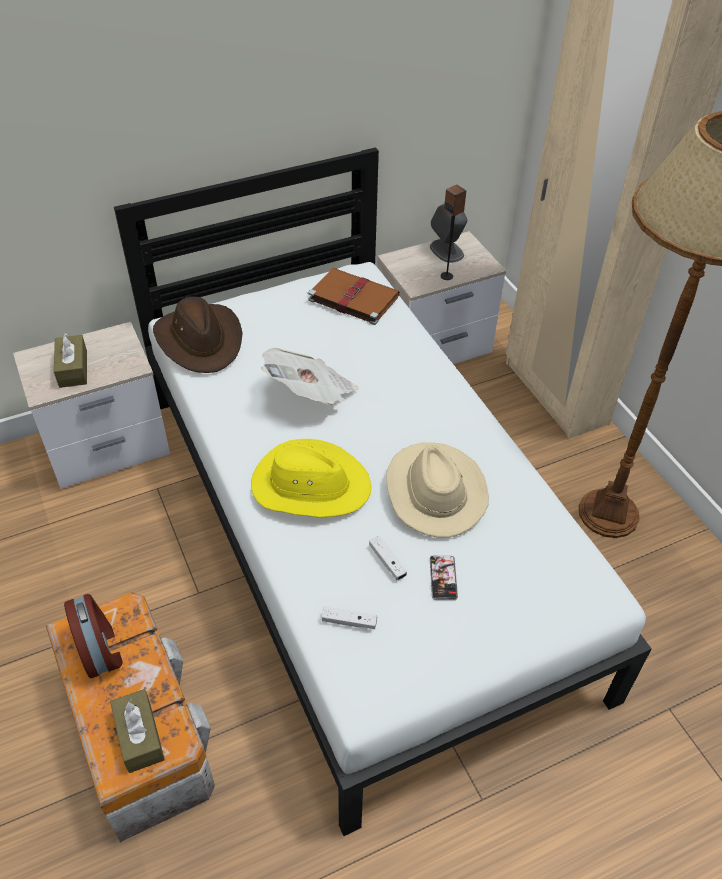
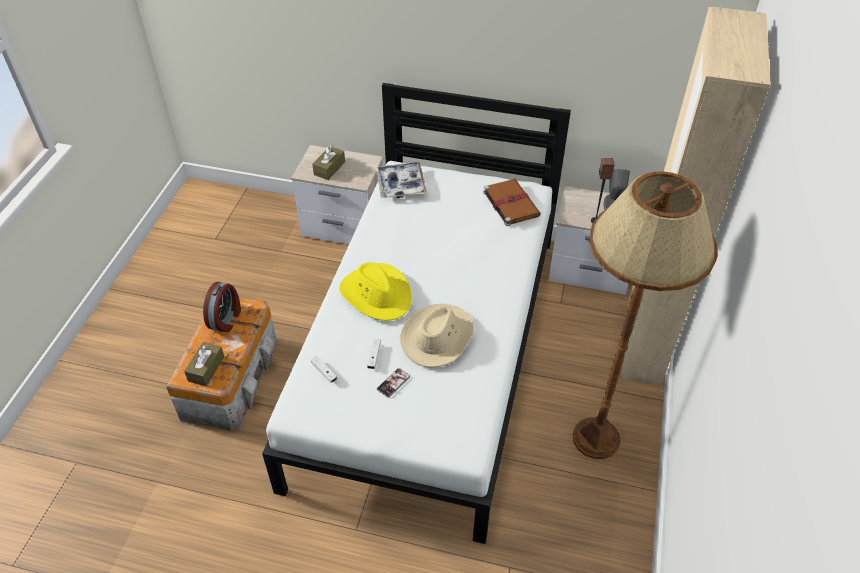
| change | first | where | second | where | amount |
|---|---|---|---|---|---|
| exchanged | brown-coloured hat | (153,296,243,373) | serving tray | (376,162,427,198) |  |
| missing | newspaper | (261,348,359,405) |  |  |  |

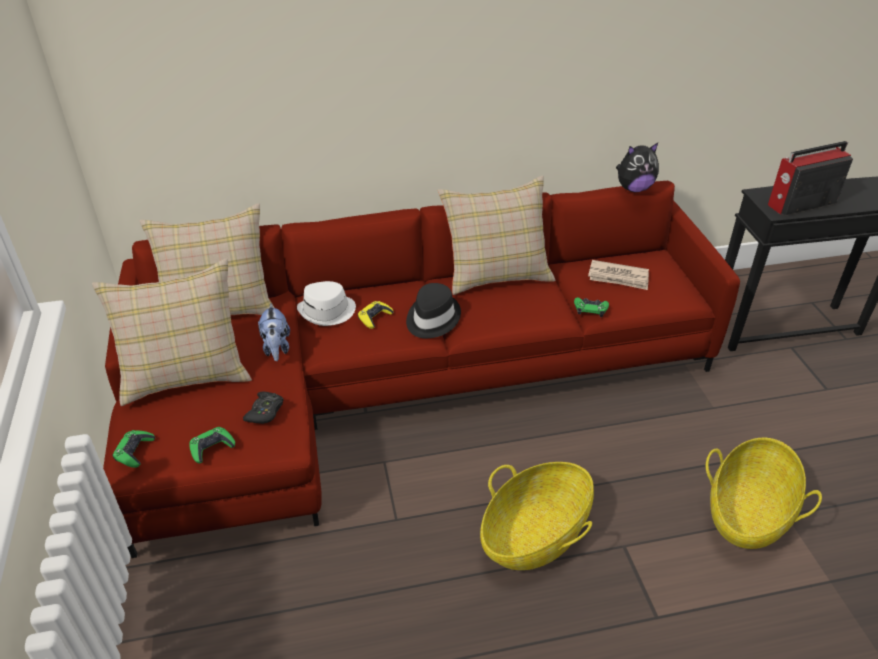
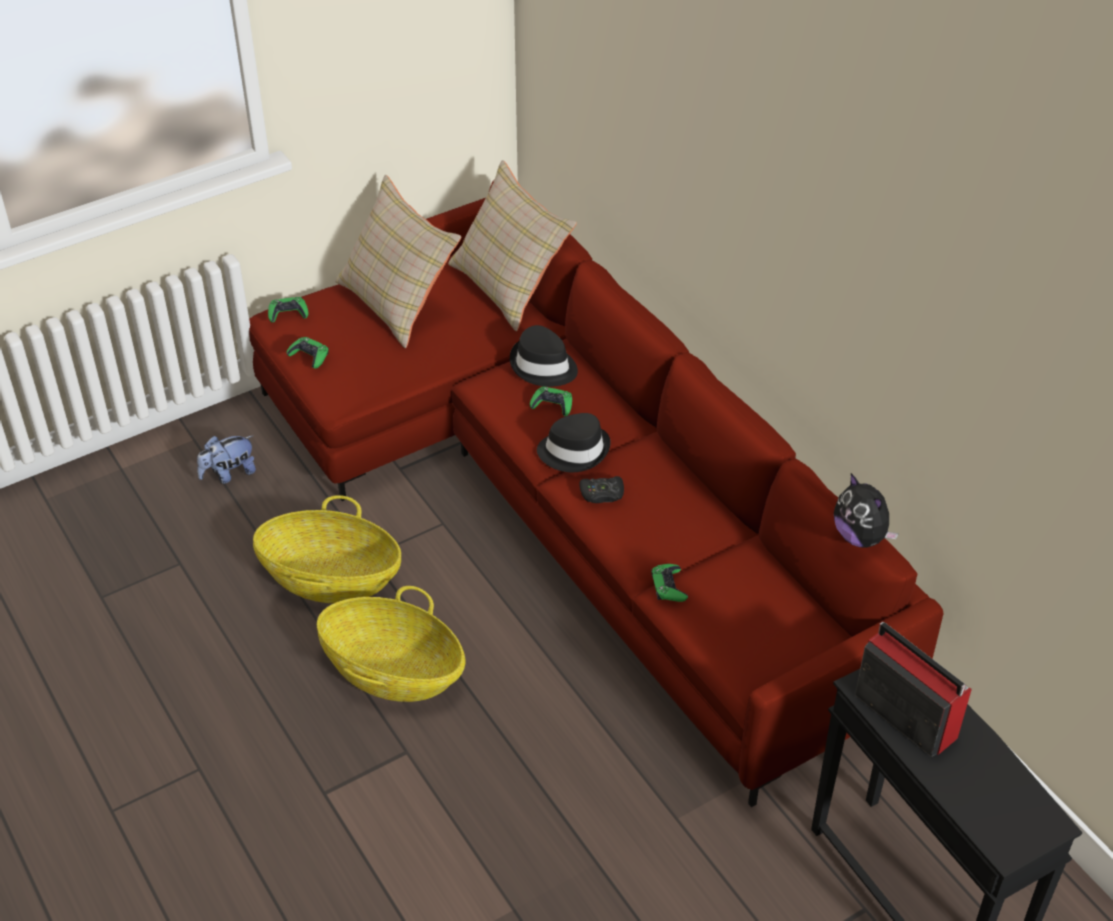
| change | first | where | second | where | amount |
|---|---|---|---|---|---|
| missing | beige-coloured pillow | (438,176,556,295) |  |  |  |
| missing | newspaper | (588,260,649,290) |  |  |  |
| colour | whitish hat | (297,281,356,326) | black hat | (510,325,578,387) |  |
| colour | yellow-coloured gamepad | (358,301,393,329) | greenish gamepad | (530,387,572,416) |  |
| relocated | cuddly toy | (258,304,290,361) |  | (197,436,256,484) |  |
| relocated | black gamepad | (243,392,284,424) |  | (579,476,624,503) |  |
| relocated | basket | (706,438,822,549) |  | (253,495,401,603) |  |

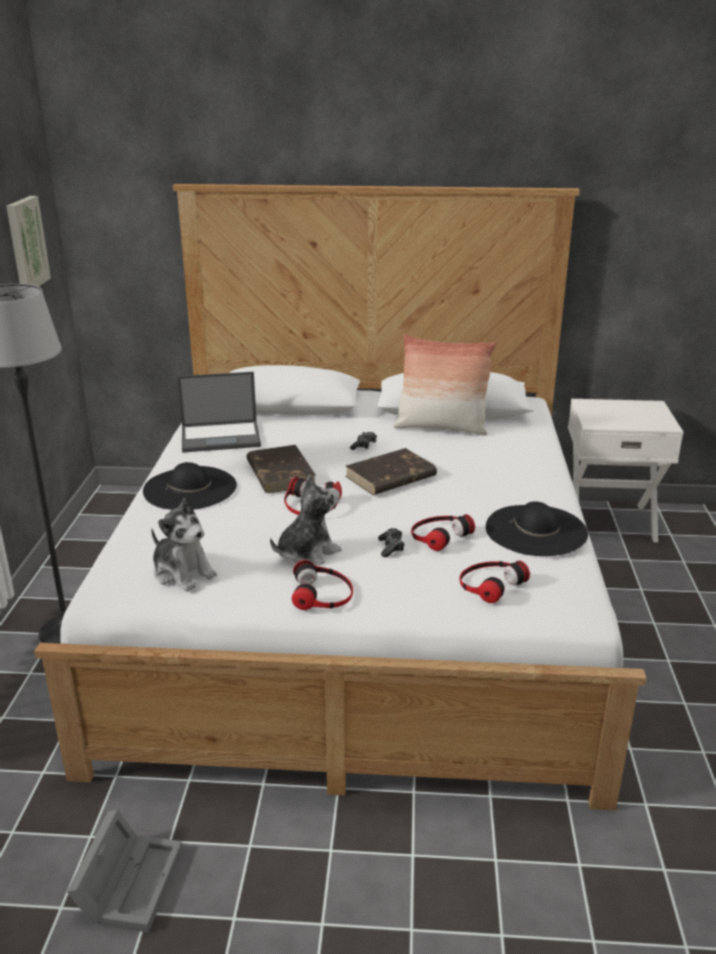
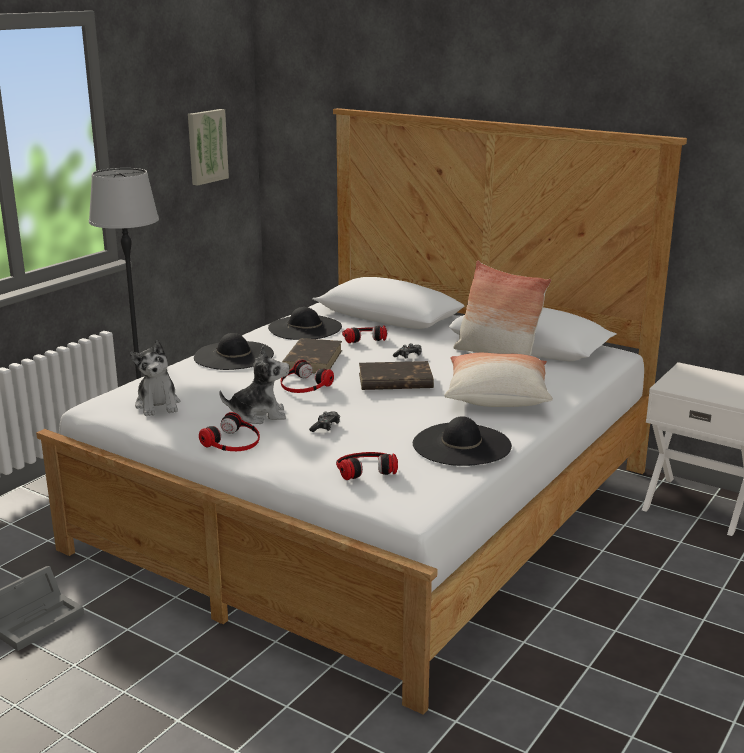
| change | first | where | second | where | amount |
|---|---|---|---|---|---|
| exchanged | notebook computer | (177,372,261,453) | black hat | (268,307,342,340) |  |
| relocated | headset | (411,514,475,551) |  | (342,325,387,343) |  |
| appeared |  |  | pillow | (444,353,553,407) |  |

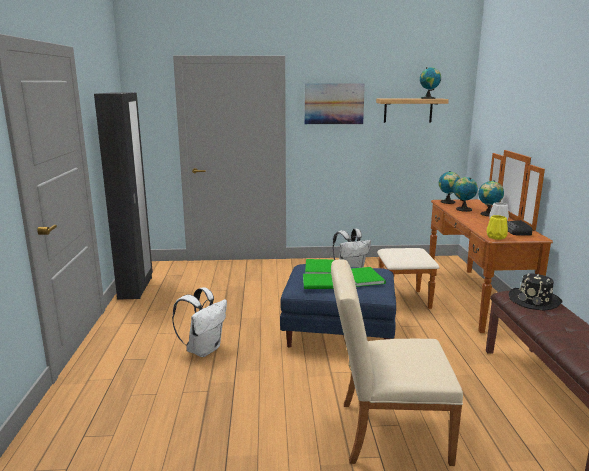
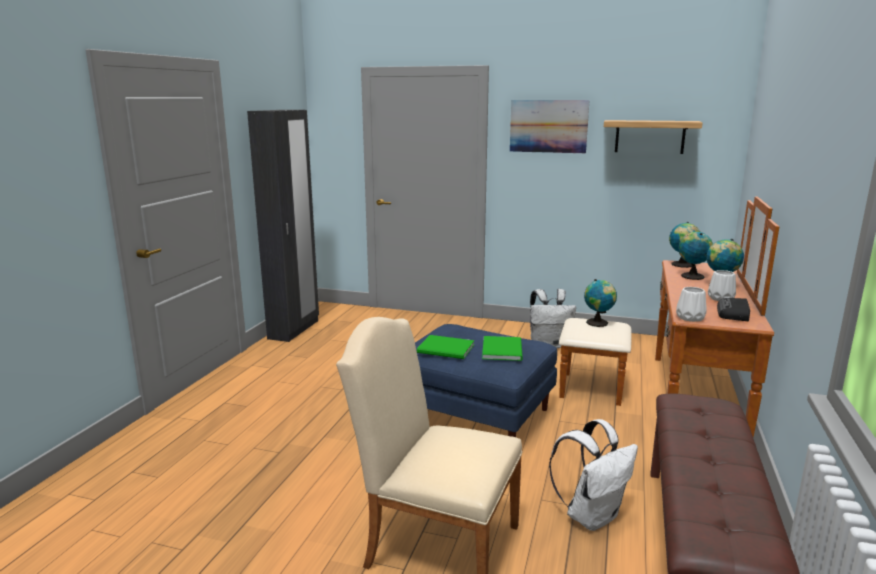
| change | first | where | second | where | amount |
|---|---|---|---|---|---|
| relocated | desk globe | (420,67,441,99) |  | (584,279,617,327) |  |
| colour | yellow-coloured flower vase | (487,215,508,240) | whitish flower vase | (676,287,707,322) |  |
| missing | greenish volume | (305,259,334,274) |  |  |  |
| missing | black hat | (509,273,563,311) |  |  |  |
| relocated | whitish backpack | (172,287,227,357) |  | (549,419,638,531) |  |

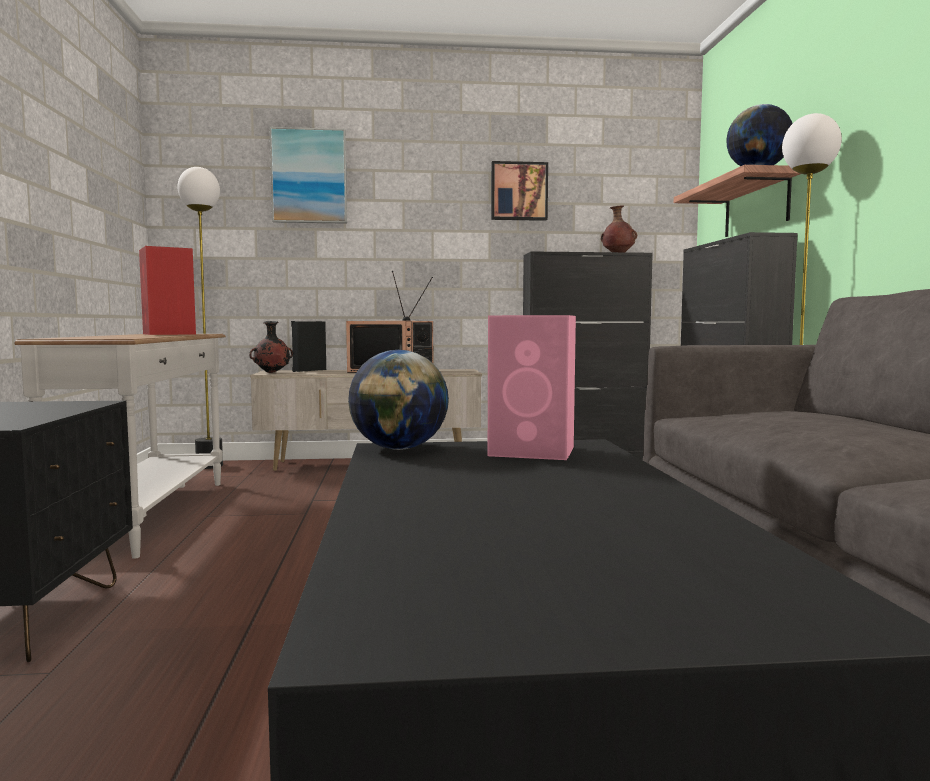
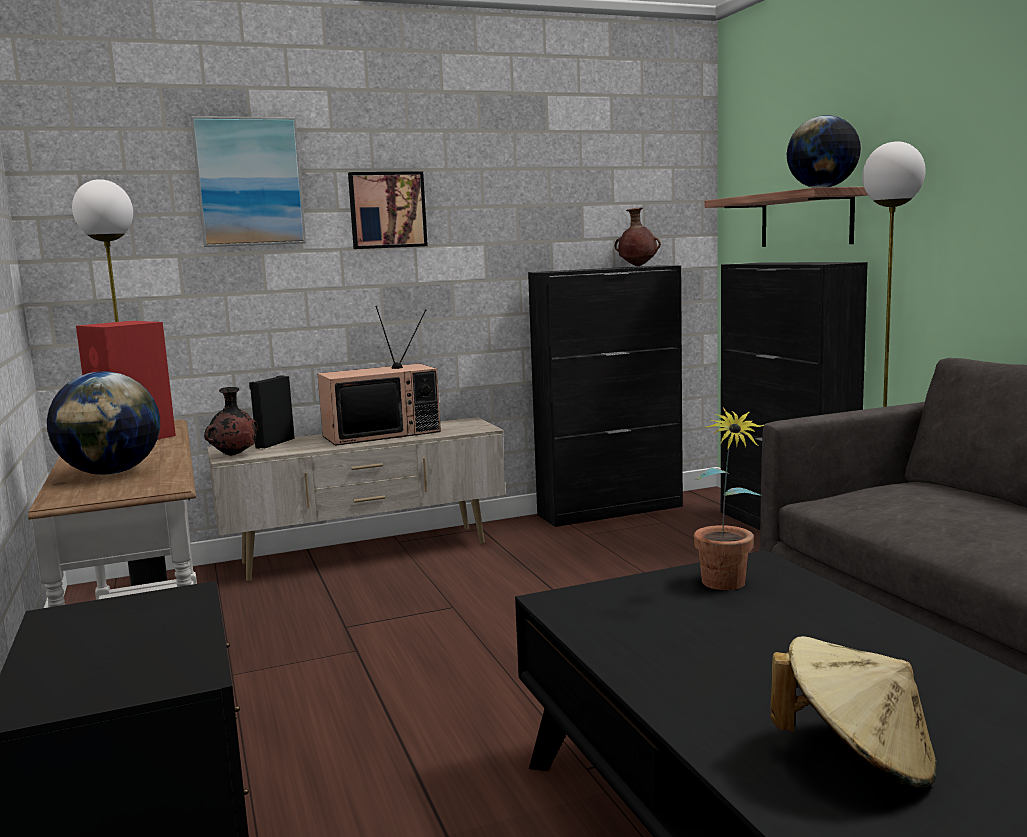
| change | first | where | second | where | amount |
|---|---|---|---|---|---|
| relocated | wall picture | (491,161,548,221) |  | (348,171,428,249) |  |
| exchanged | pinkish speaker | (488,315,576,460) | houseplant | (694,407,764,590) |  |
| relocated | desk globe | (348,350,449,450) |  | (47,371,160,475) |  |
| appeared |  |  | beige-coloured hat | (770,636,937,787) |  |

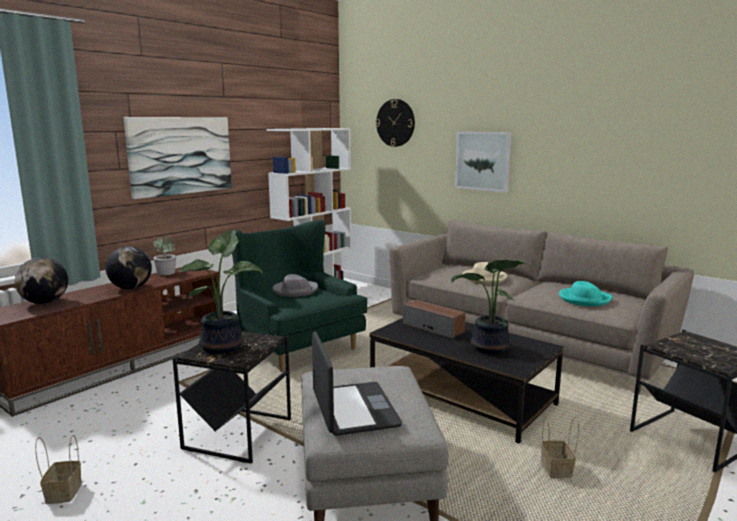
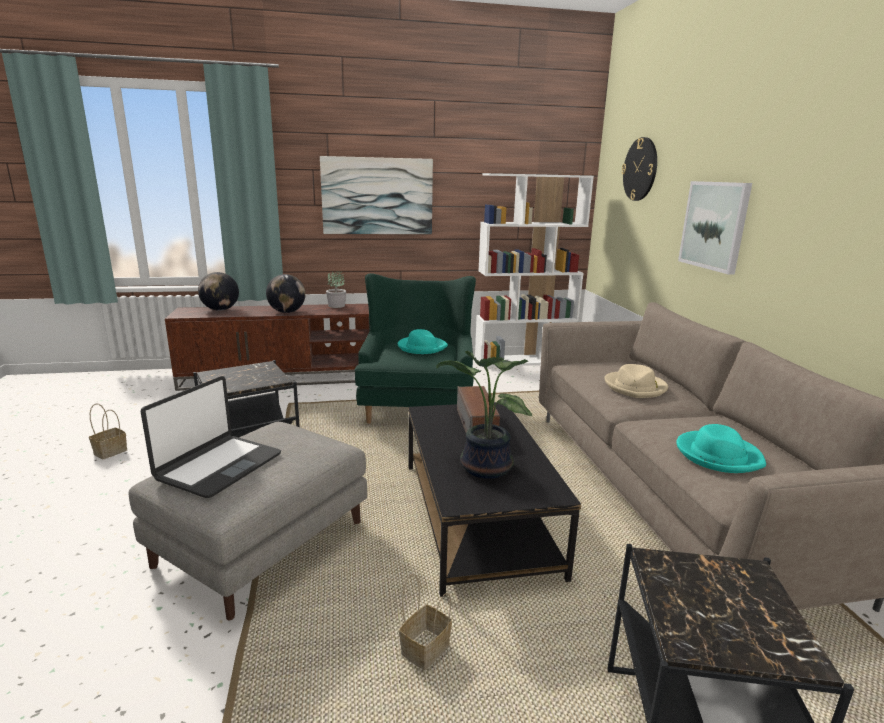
| change | first | where | second | where | amount |
|---|---|---|---|---|---|
| missing | houseplant | (179,230,263,354) |  |  |  |
| colour | gray hat | (273,274,318,297) | blue-green hat | (398,329,448,354) |  |

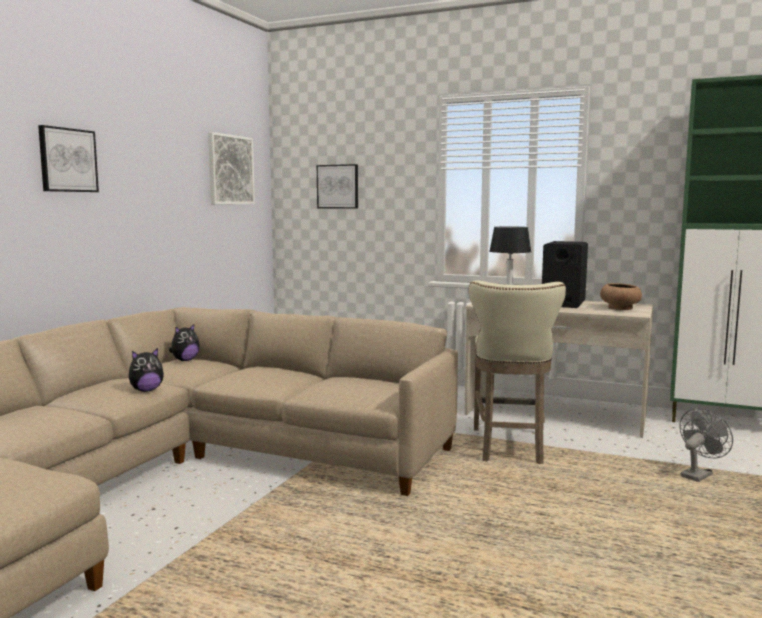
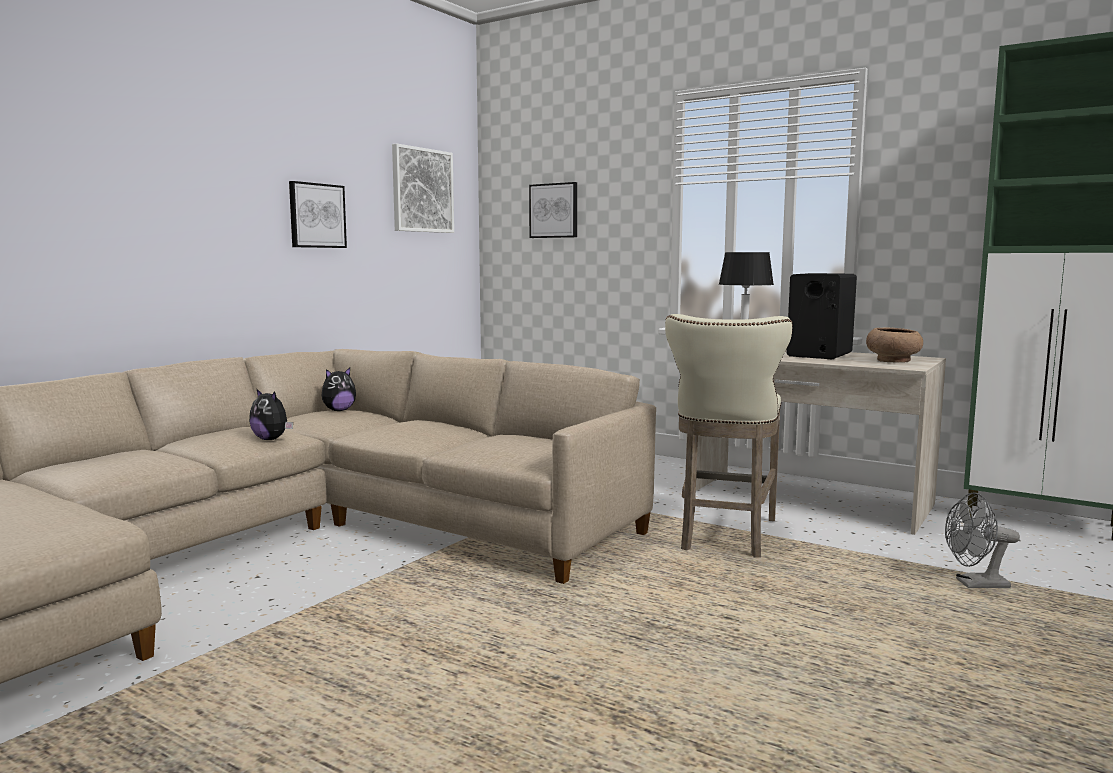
| change | first | where | second | where | amount |
|---|---|---|---|---|---|
| relocated | wall picture | (38,125,99,192) |  | (289,181,347,248) |  |
| spun | cuddly toy | (129,348,164,392) |  | (249,388,293,440) | 60 degrees clockwise |
| spun | gray fan | (679,408,733,482) |  | (945,493,1020,588) | 150 degrees counterclockwise |

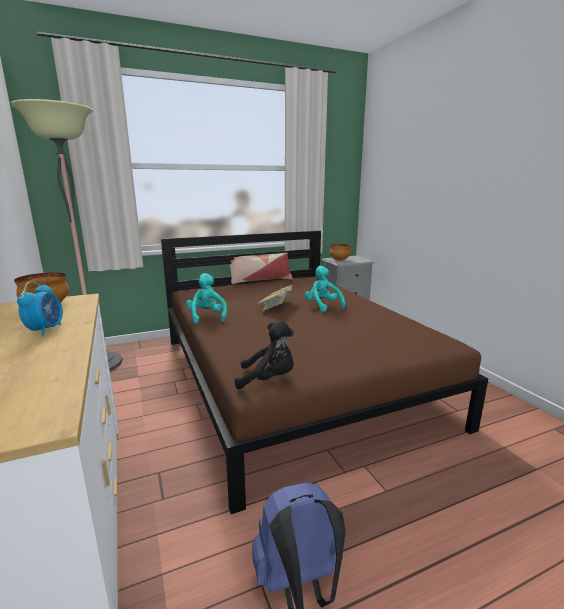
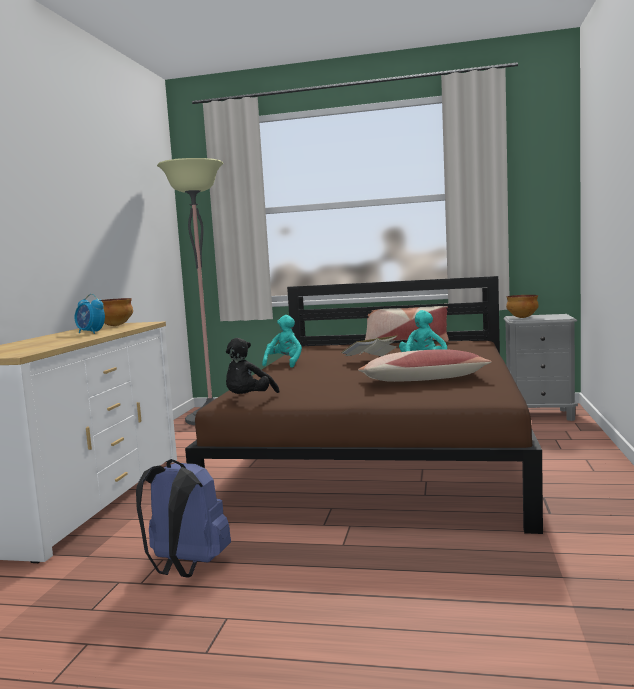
| change | first | where | second | where | amount |
|---|---|---|---|---|---|
| spun | table clock | (17,281,63,336) |  | (75,294,105,334) | 90 degrees clockwise |
| spun | black cuddly toy | (235,320,294,390) |  | (226,338,280,394) | 75 degrees clockwise |
| appeared |  |  | pillow | (358,349,492,382) |  |

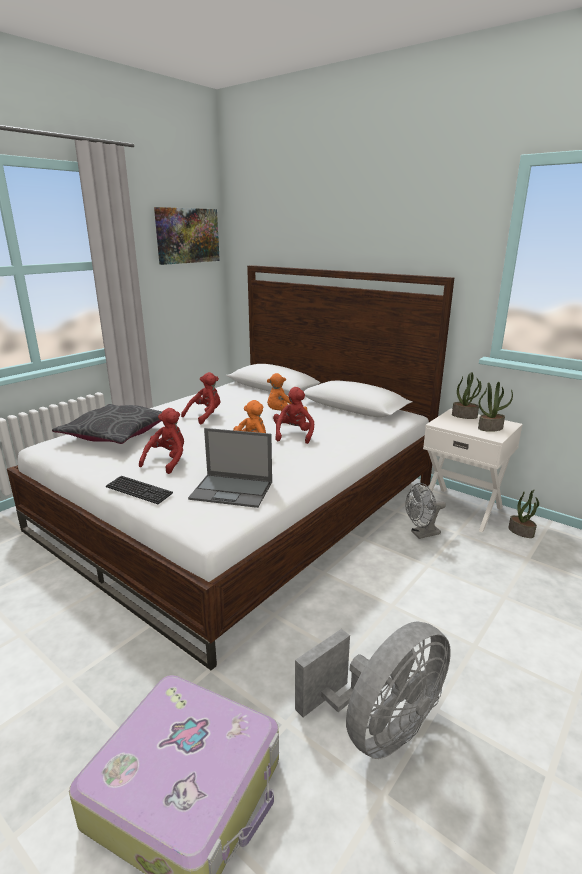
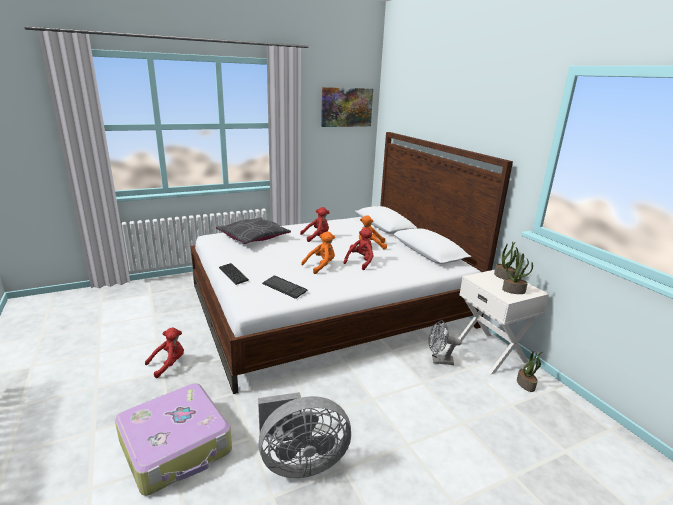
| change | first | where | second | where | amount |
|---|---|---|---|---|---|
| relocated | red cuddly toy | (139,408,184,474) |  | (145,327,184,378) |  |
| exchanged | notebook computer | (188,428,272,508) | keyboard | (262,276,307,299) |  |

